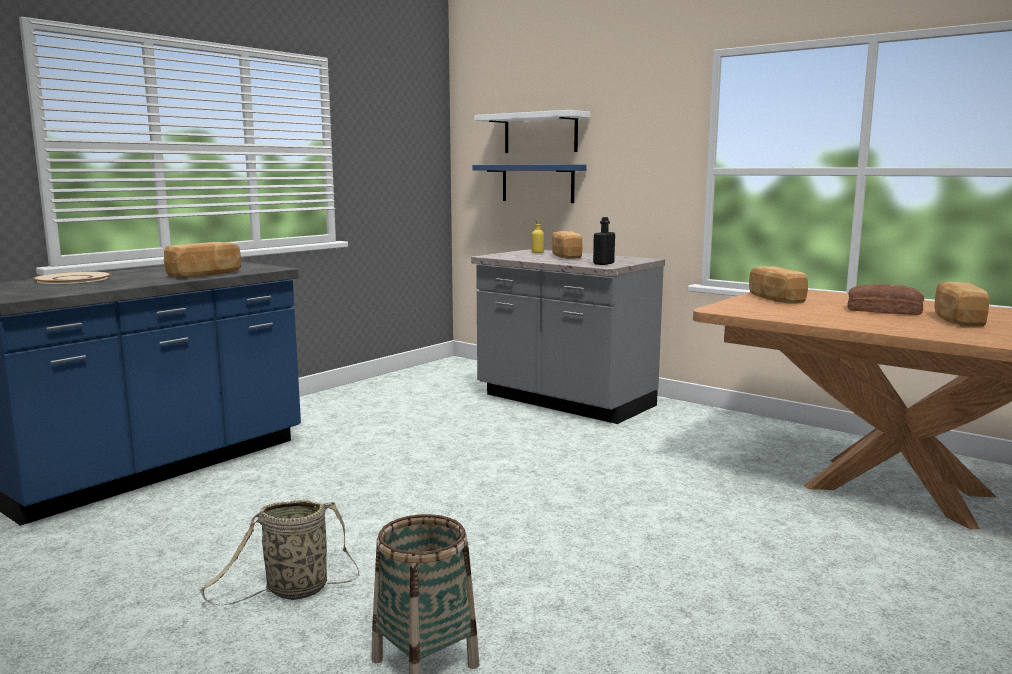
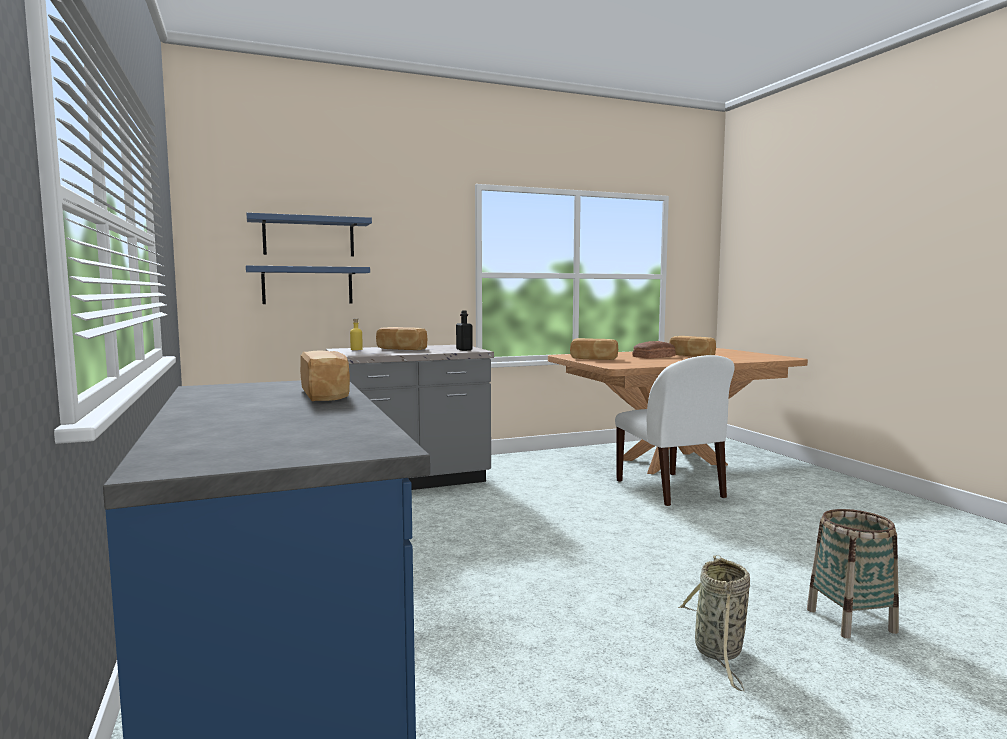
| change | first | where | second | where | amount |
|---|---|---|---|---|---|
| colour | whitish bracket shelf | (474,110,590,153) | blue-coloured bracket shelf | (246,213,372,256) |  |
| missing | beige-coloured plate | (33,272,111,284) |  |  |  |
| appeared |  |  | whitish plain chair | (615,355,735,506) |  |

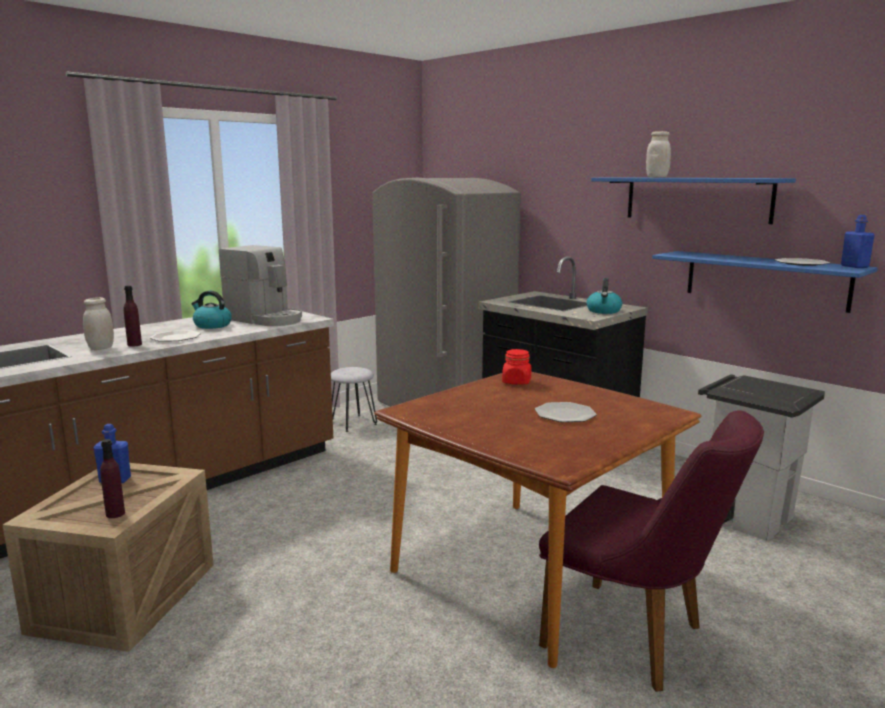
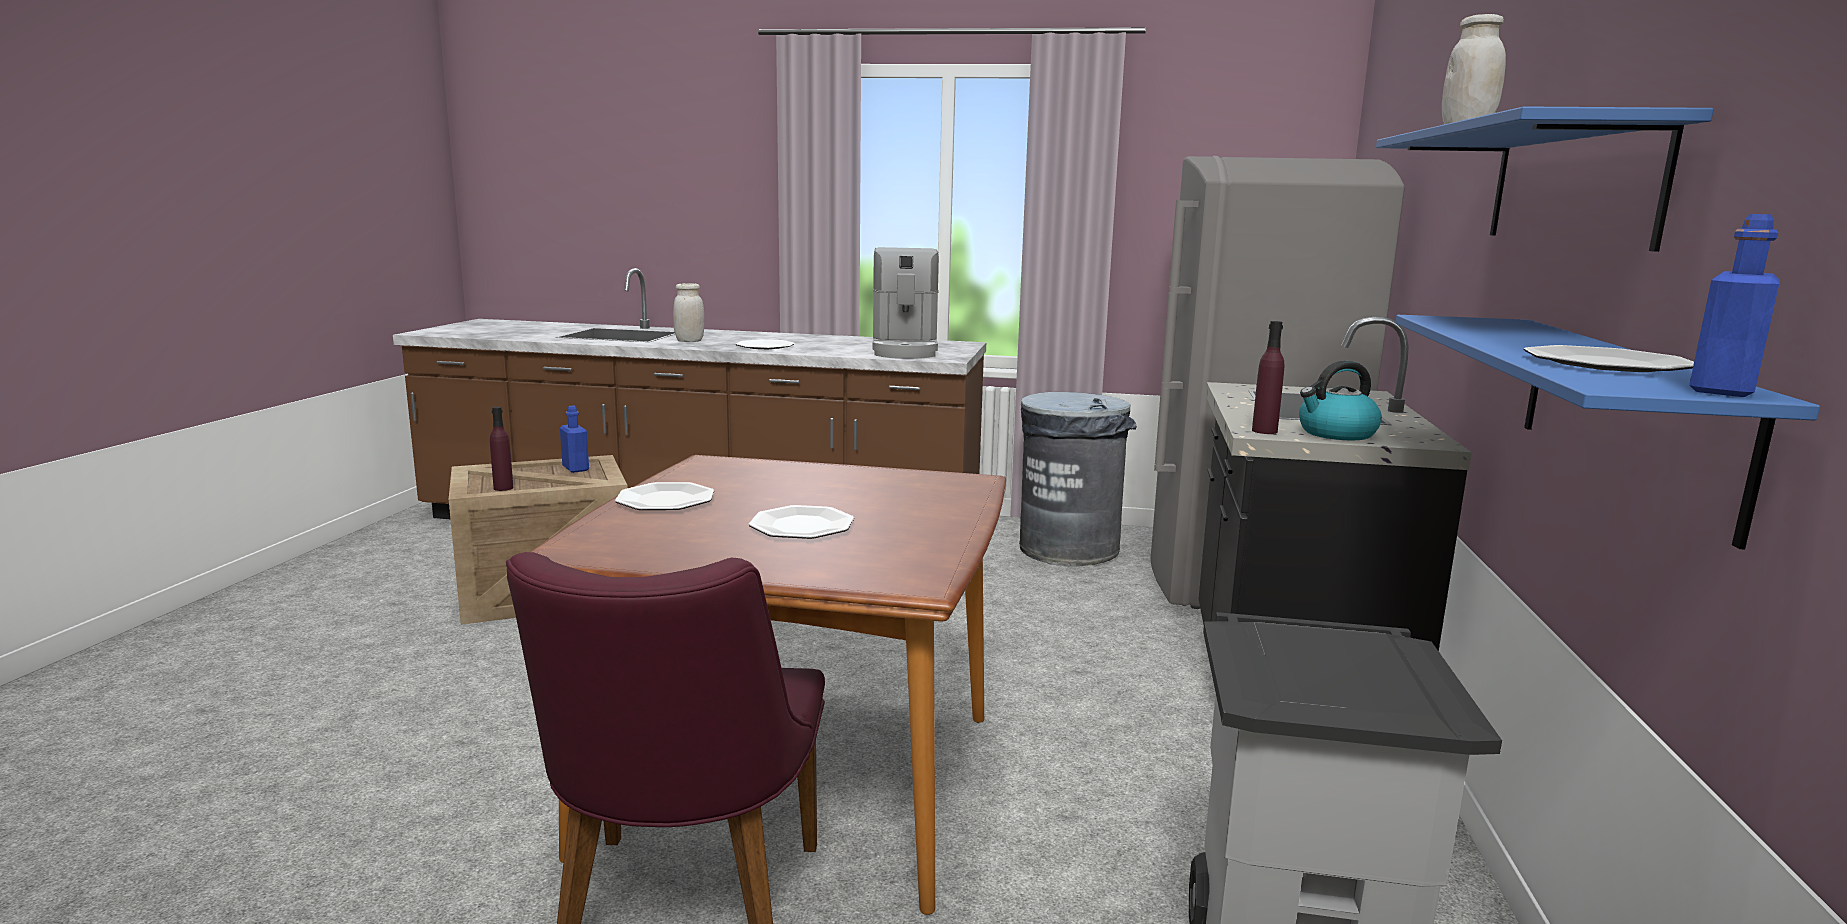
| change | first | where | second | where | amount |
|---|---|---|---|---|---|
| relocated | purple bottle | (124,285,142,347) |  | (1252,321,1285,434) |  |
| missing | kettle | (191,291,232,329) |  |  |  |
| missing | red storage jar | (502,349,531,385) |  |  |  |
| exchanged | gray stool seat | (331,367,377,432) | gray rubbish bin | (1019,392,1137,567) |  |
| appeared |  |  | plate | (615,482,714,510) |  |

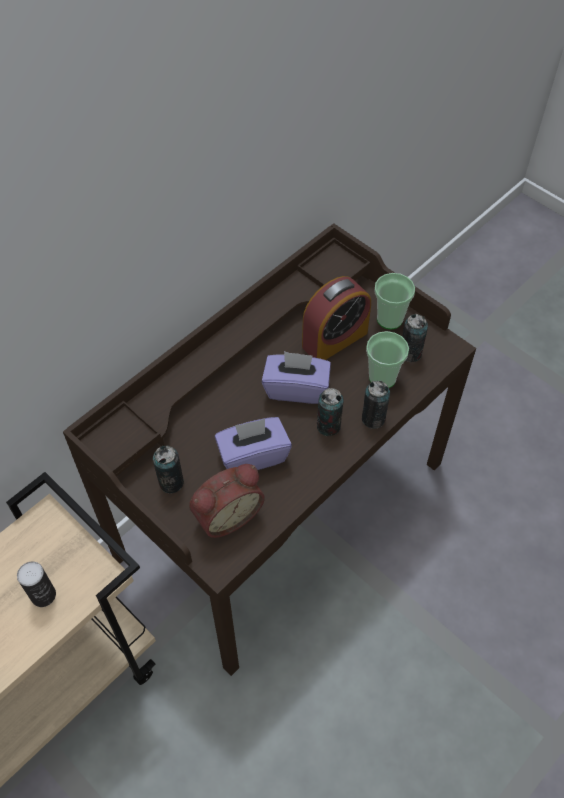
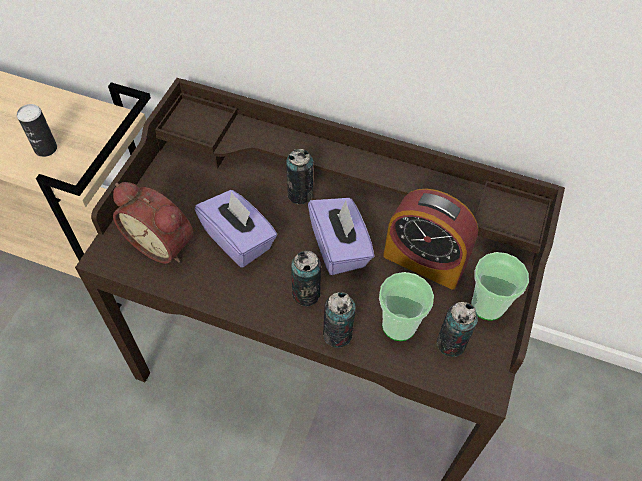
| change | first | where | second | where | amount |
|---|---|---|---|---|---|
| relocated | can | (153,446,184,493) |  | (286,149,313,204) |  |

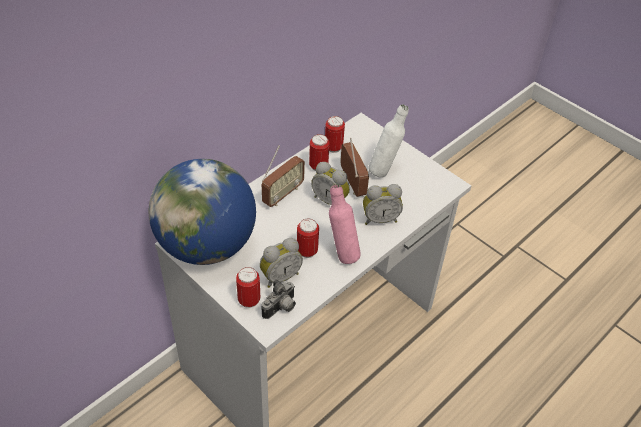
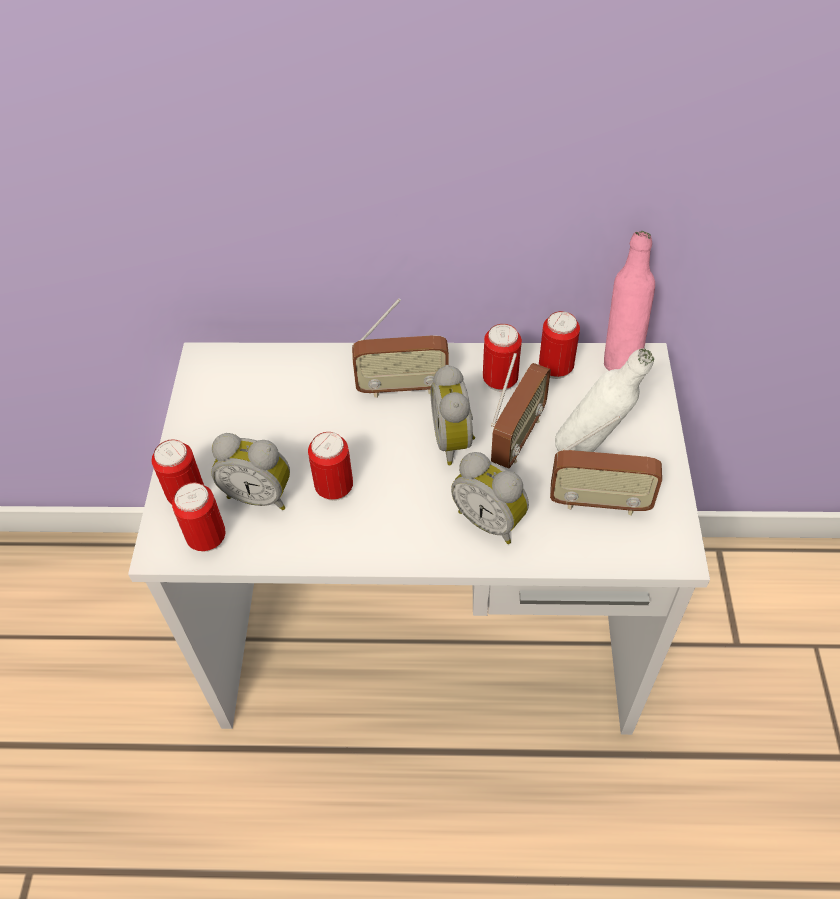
| change | first | where | second | where | amount |
|---|---|---|---|---|---|
| missing | desk globe | (149,159,256,265) |  |  |  |
| relocated | pinkish bottle | (329,184,361,264) |  | (604,231,655,371) |  |
| exchanged | photo camera | (261,279,296,319) | can | (172,483,226,552) |  |
| appeared |  |  | radio set | (550,415,662,515) |  |

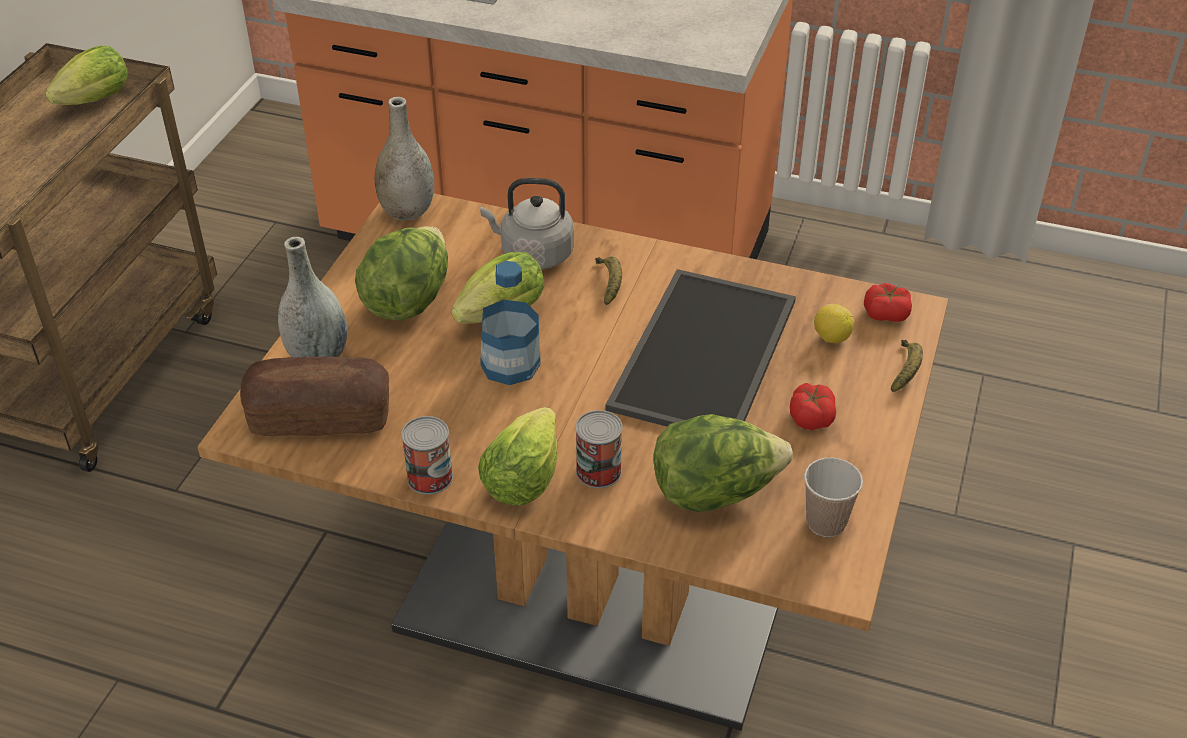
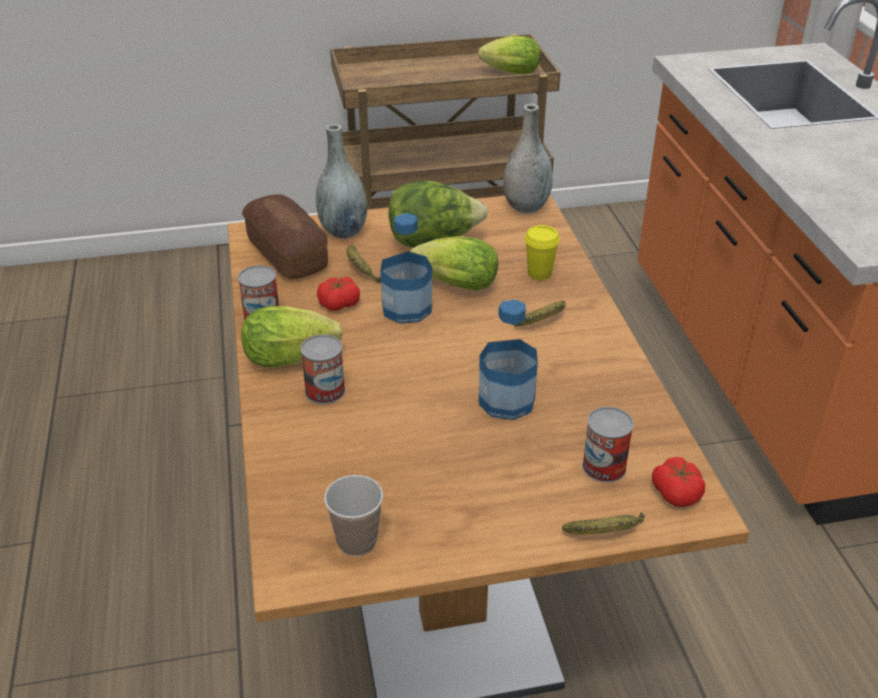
| change | first | where | second | where | amount |
|---|---|---|---|---|---|
| exchanged | gray kettle | (480,178,574,269) | yellow-coloured cup | (525,225,560,280) |  |
| exchanged | serving tray | (605,269,796,427) | bottle | (479,300,538,420) |  |
| exchanged | citrus fruit | (814,304,854,343) | can | (582,407,634,483) |  |
| relocated | whole tomato | (790,383,836,430) |  | (317,277,360,311) |  |
| missing | head of lettuce | (654,414,793,512) |  |  |  |
| appeared |  |  | banana fruit | (347,245,381,283) |  |

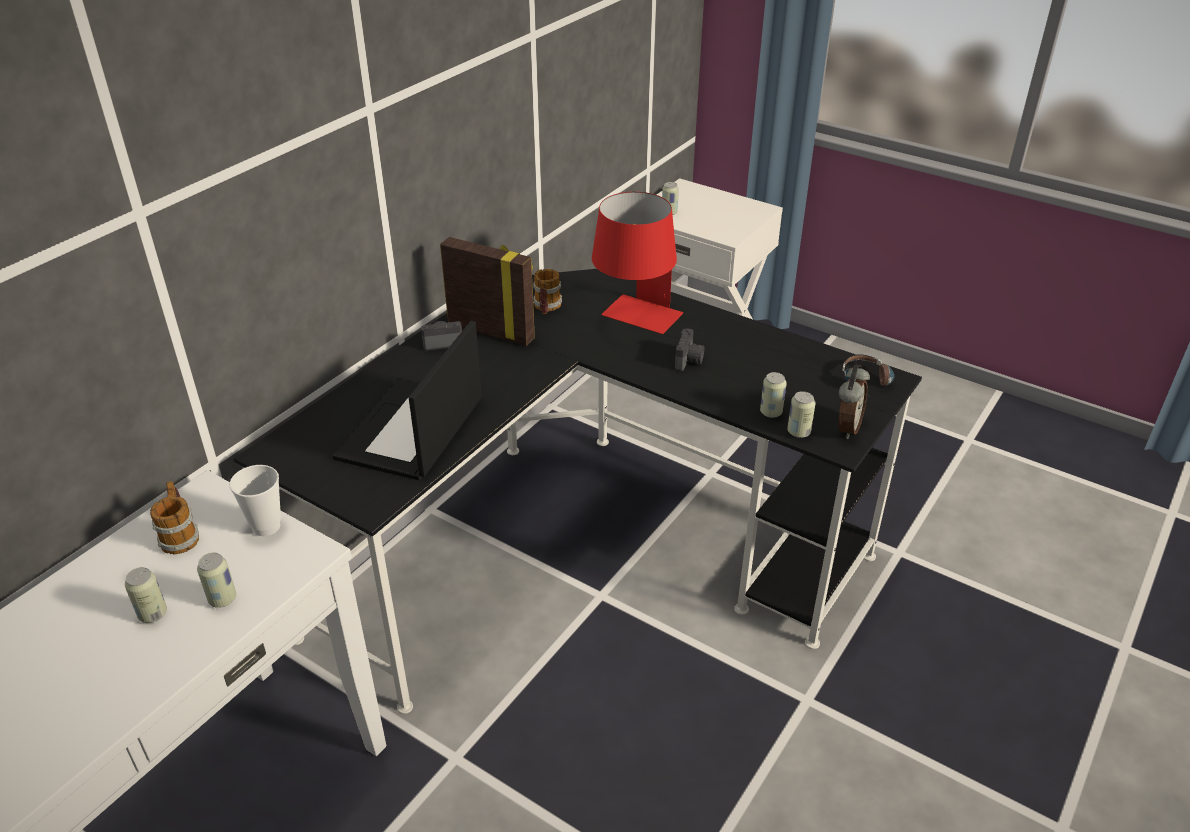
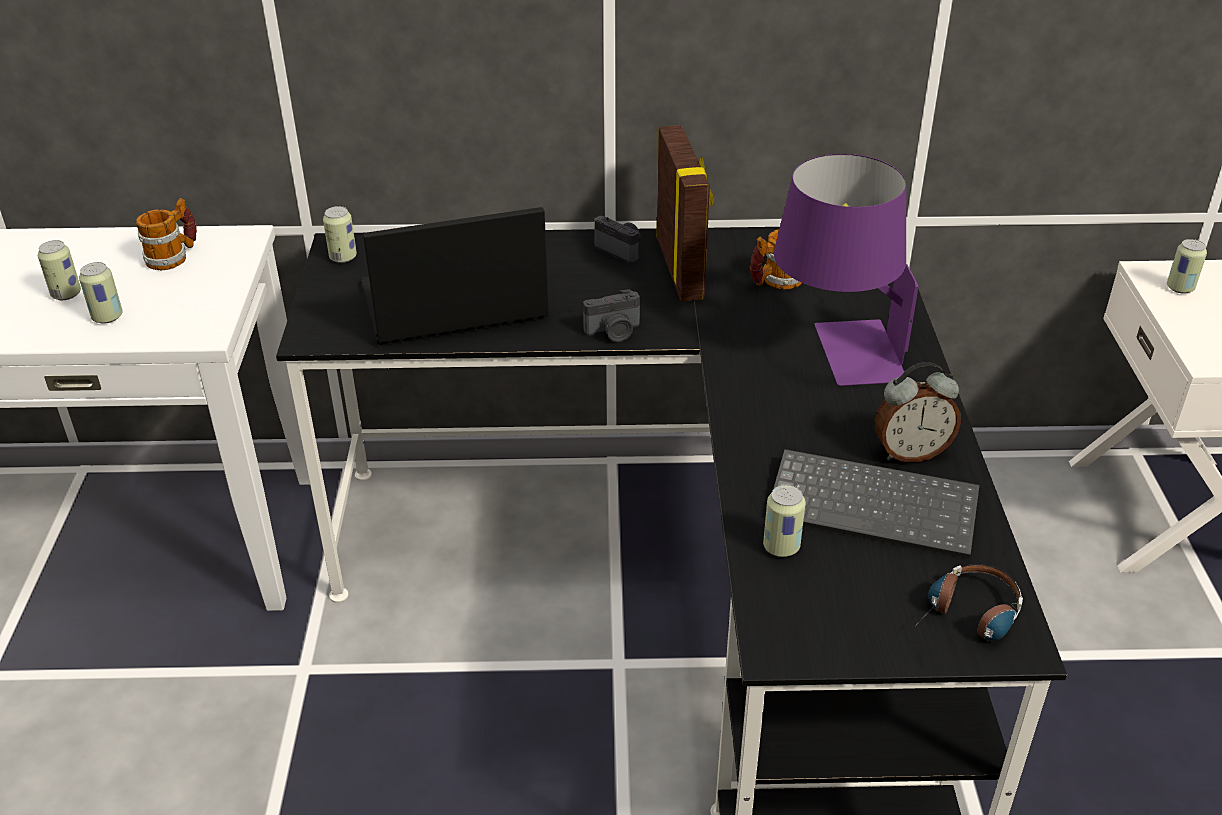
| change | first | where | second | where | amount |
|---|---|---|---|---|---|
| colour | red lamp for a table | (592,192,683,334) | purple lamp for a table | (774,154,919,386) |  |
| relocated | photo camera | (675,328,704,371) |  | (583,289,640,342) |  |
| relocated | table clock | (838,365,870,439) |  | (874,362,961,462) |  |
| relocated | can | (787,391,816,438) |  | (323,206,357,263) |  |
| missing | cup | (229,465,281,536) |  |  |  |
| appeared |  |  | keyboard | (774,449,979,559) |  |

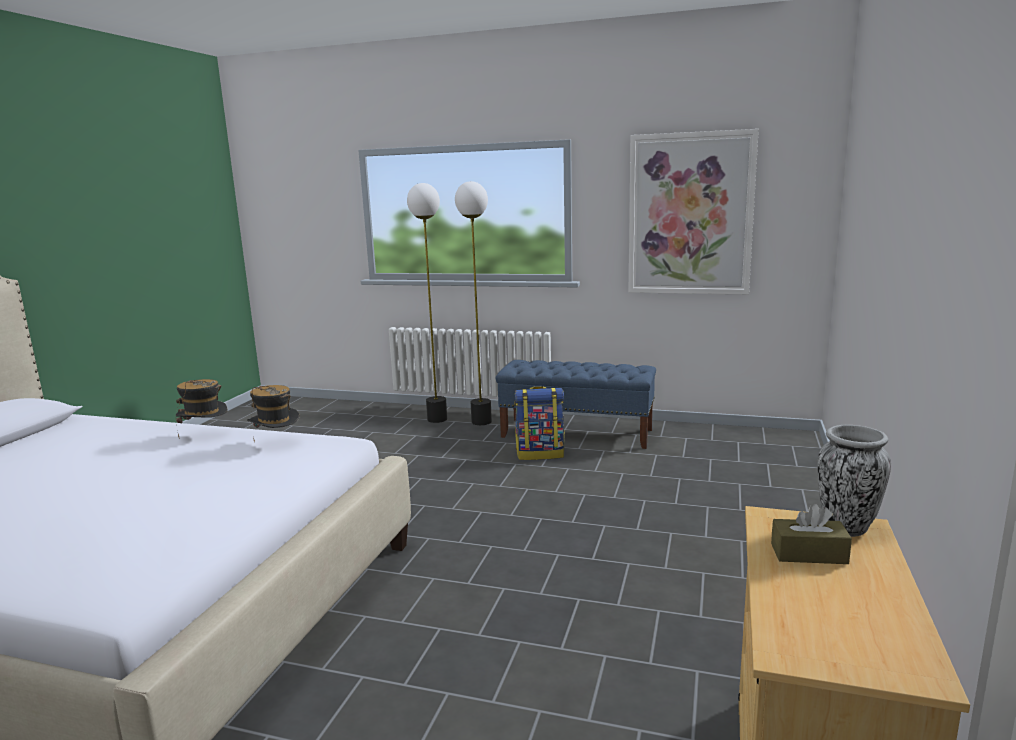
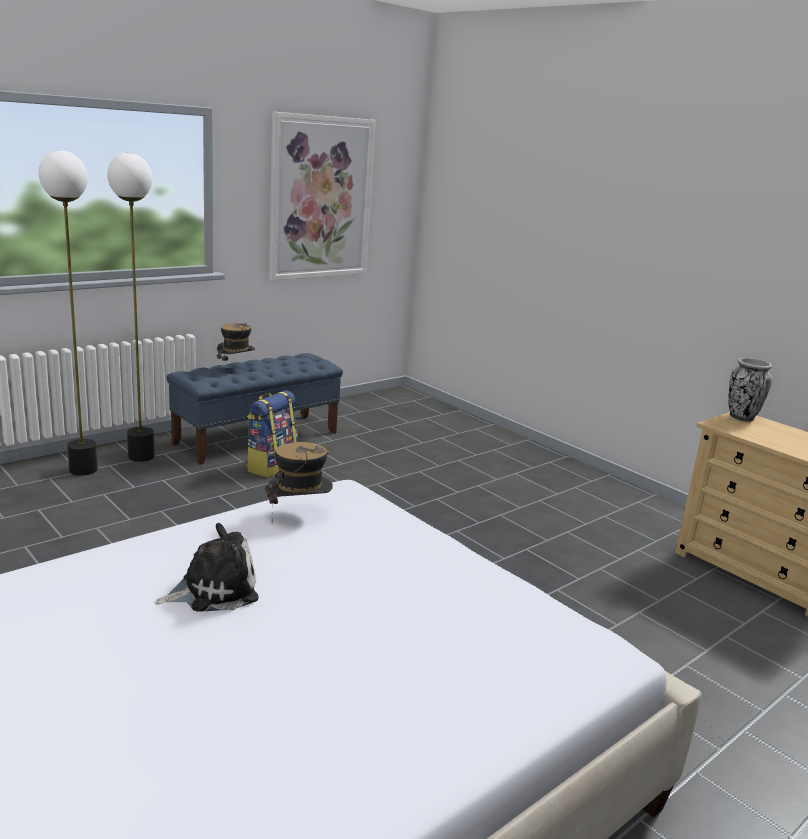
| change | first | where | second | where | amount |
|---|---|---|---|---|---|
| relocated | hat | (176,379,228,437) |  | (217,323,255,361) |  |
| missing | brown-coloured box of tissues | (771,503,852,564) |  |  |  |
| appeared |  |  | cuddly toy | (155,523,259,612) |  |

